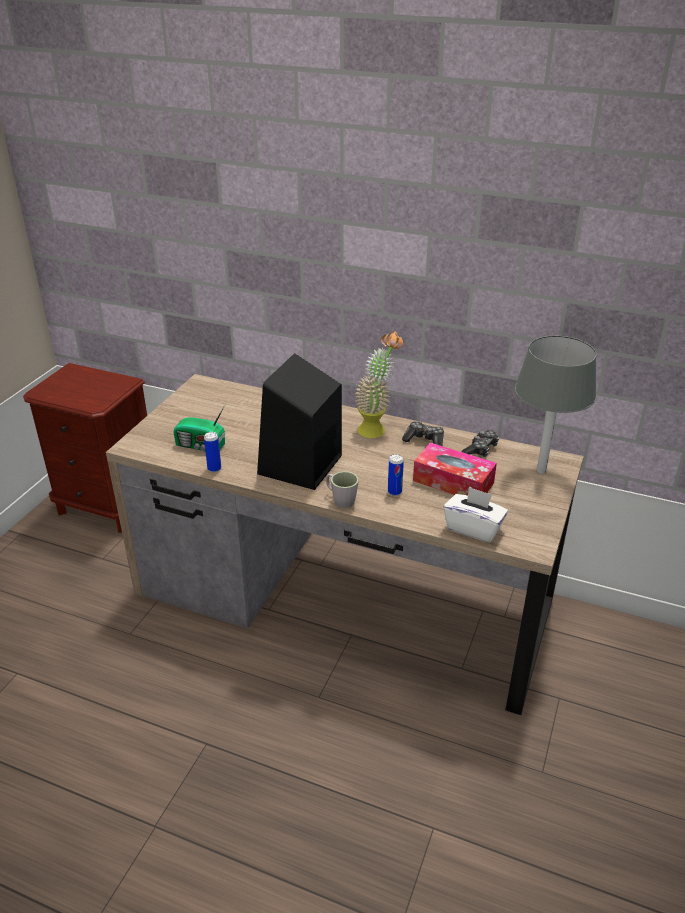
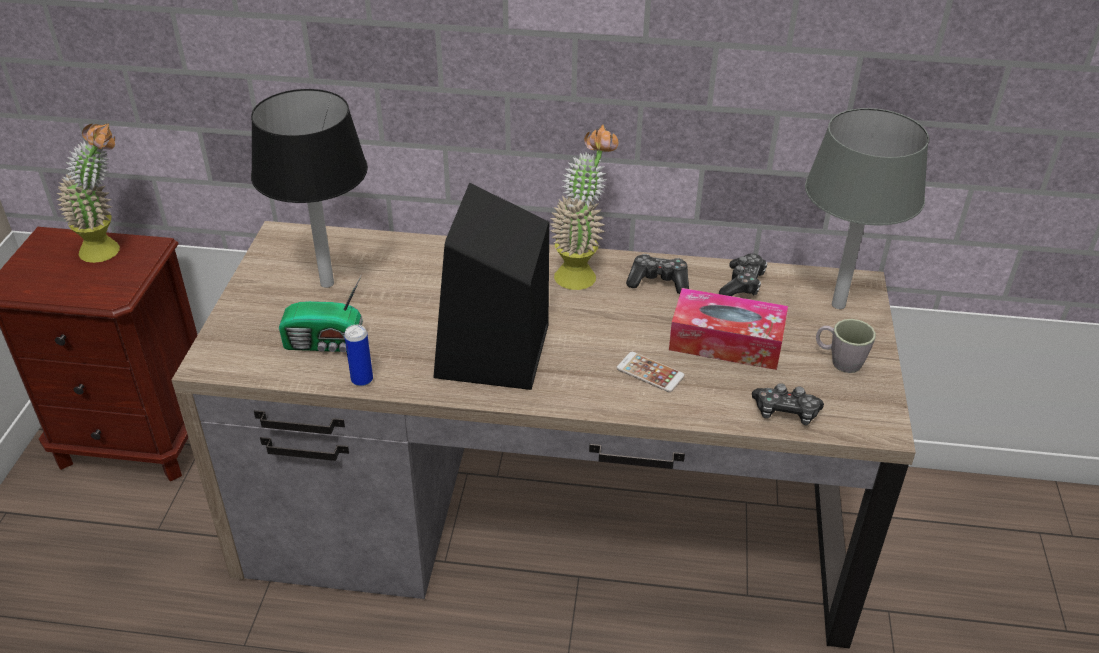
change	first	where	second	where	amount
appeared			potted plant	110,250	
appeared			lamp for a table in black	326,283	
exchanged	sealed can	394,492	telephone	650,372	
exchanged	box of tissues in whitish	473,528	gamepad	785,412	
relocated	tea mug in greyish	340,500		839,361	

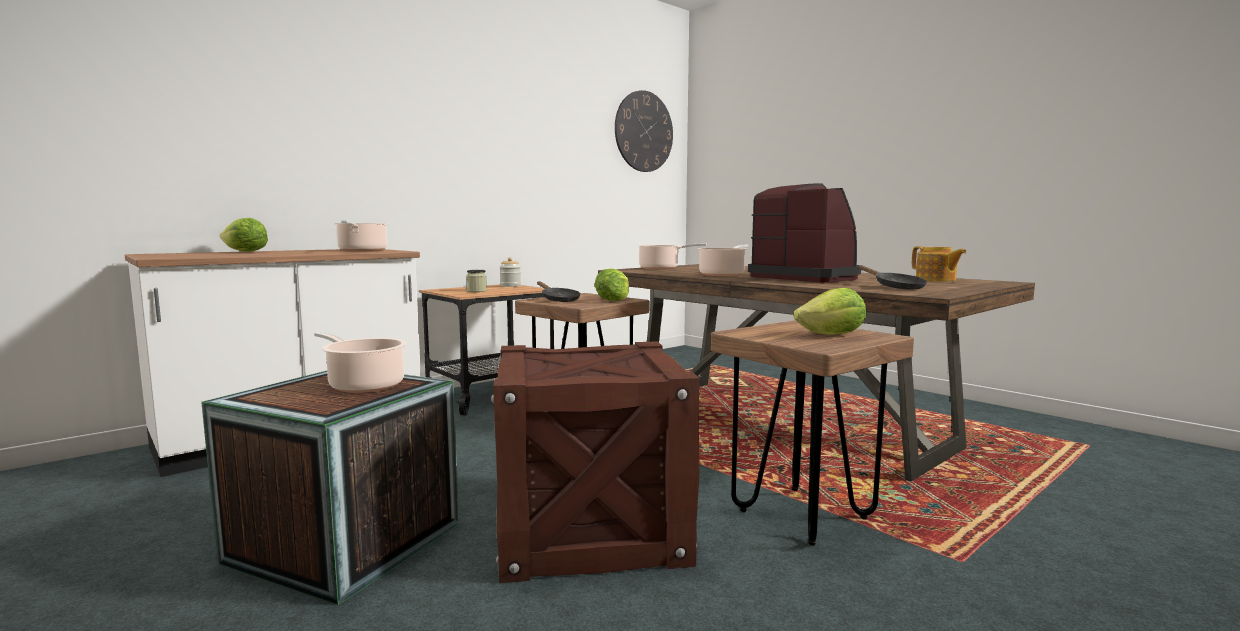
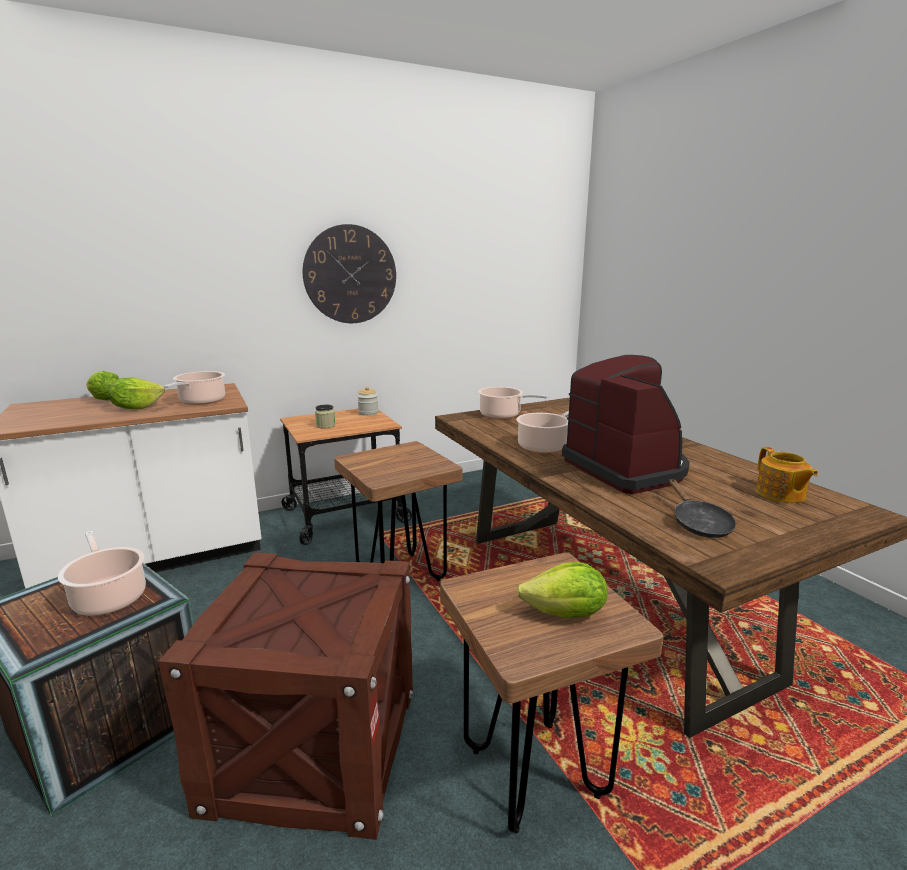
change	first	where	second	where	amount
relocated	lettuce	613,300		137,408	
relocated	wall clock	644,131		350,274	
missing	pan in black	558,300			

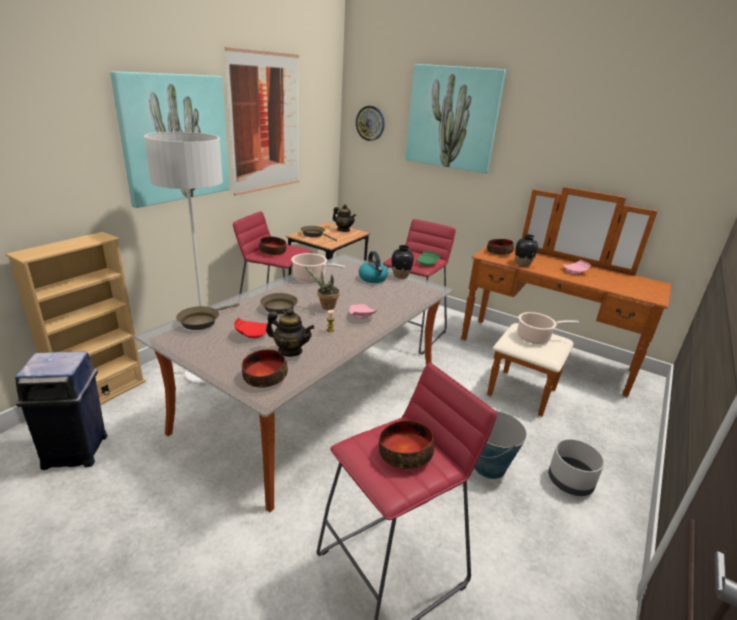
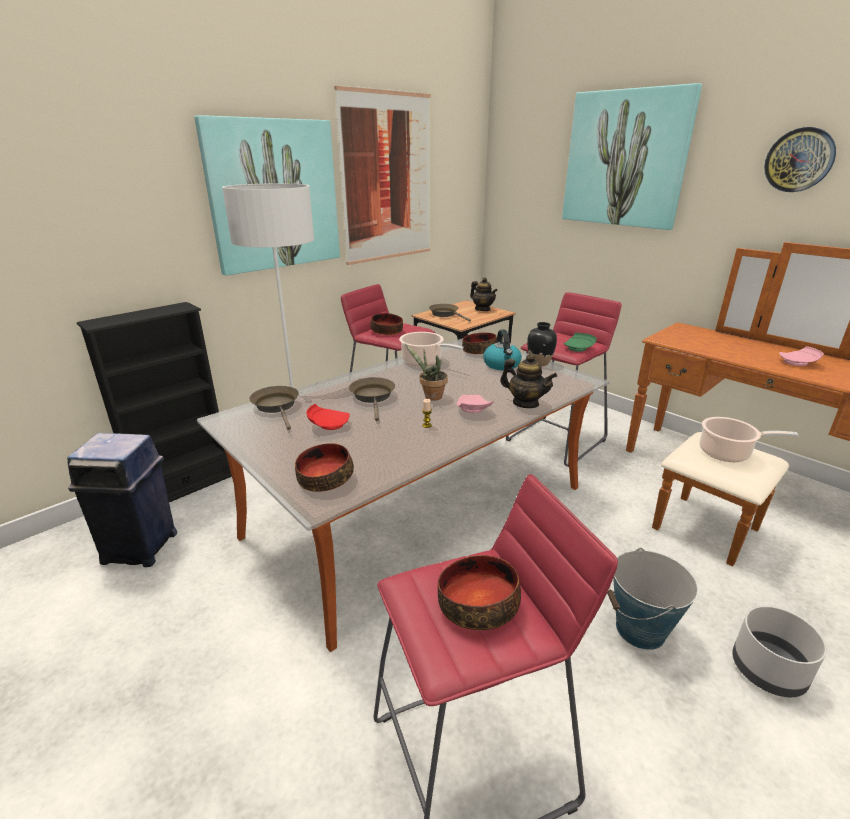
change	first	where	second	where	amount
colour	shelving unit in beige-coloured	101,395	shelving unit in black	184,487	
spun	pan in brownish	202,321		277,406	105 degrees clockwise
relocated	serving bowl	499,252		479,350	
relocated	teapot	290,351		525,403	
relocated	wall clock	370,123		799,160	
missing	flower vase in black	522,264			

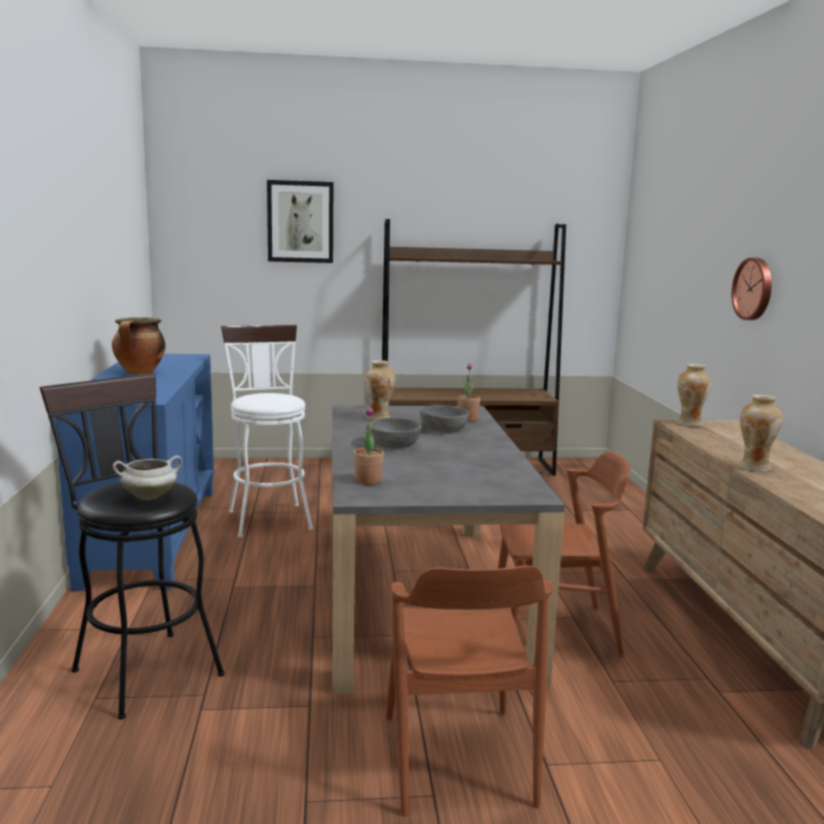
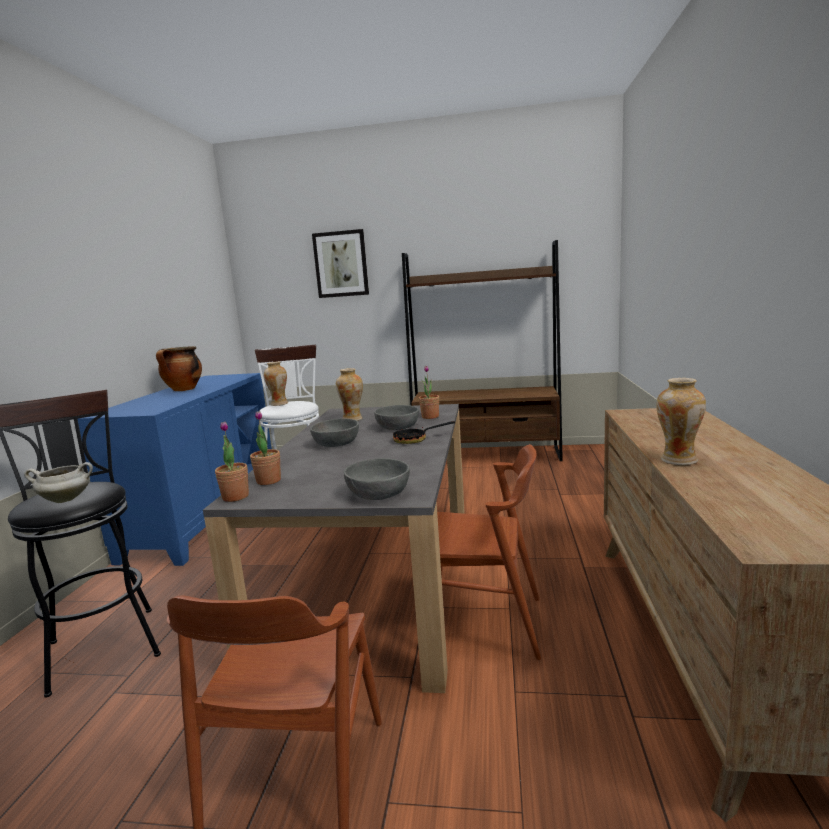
change	first	where	second	where	amount
appeared			potted plant	235,497	
relocated	flower vase	689,424		279,404	
appeared			serving bowl in greyish	379,493	
appeared			pan	415,440	
missing	wall clock	754,289			

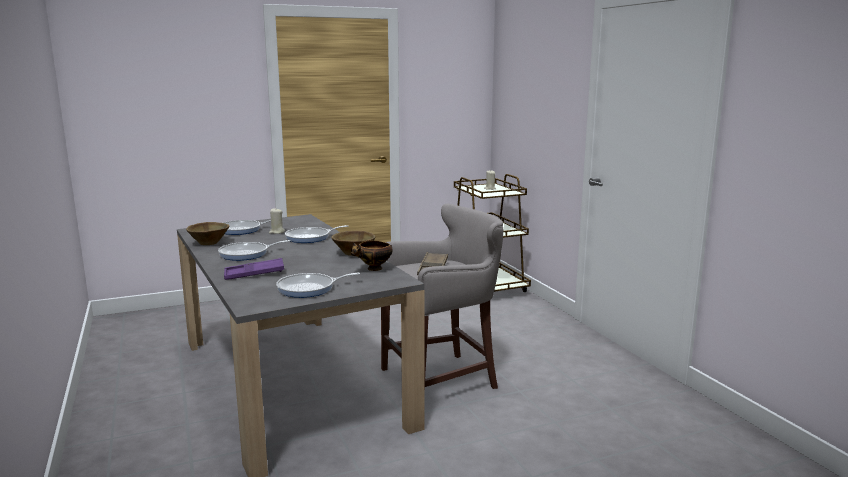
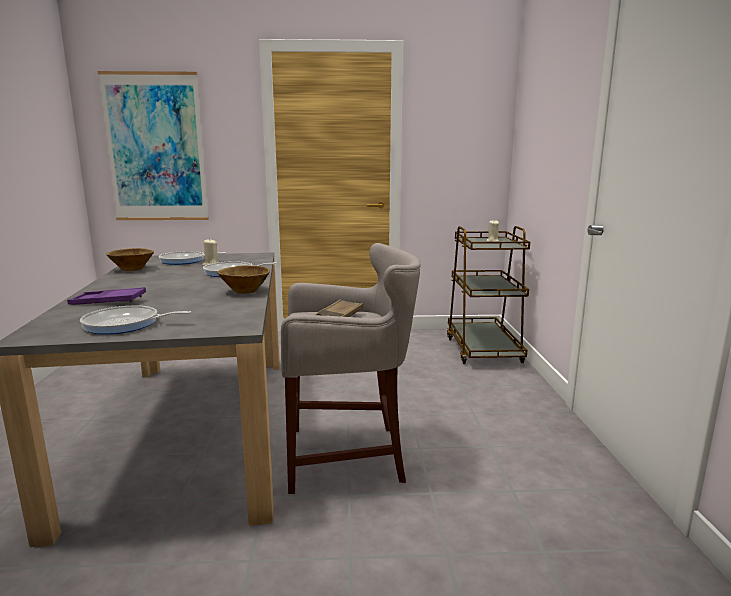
change	first	where	second	where	amount
appeared			wall picture	156,148	
missing	pan	247,254			
missing	serving bowl	373,269			

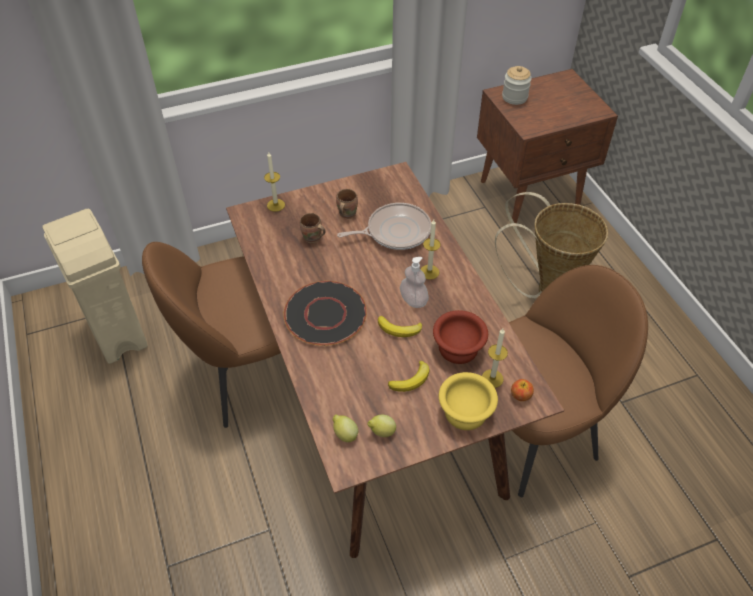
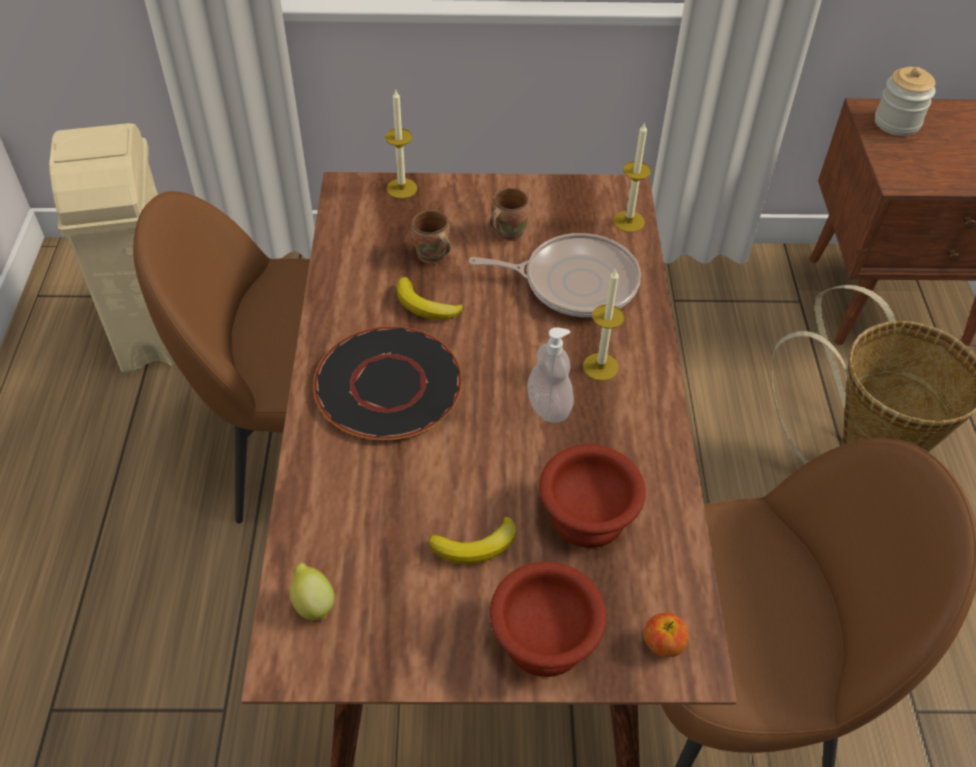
change	first	where	second	where	amount
relocated	banana fruit	399,329		426,305	
colour	serving bowl in yellow-coloured	465,410	serving bowl in brownish	545,635	
relocated	candle	492,378		628,221	
missing	whole lemon	381,432			

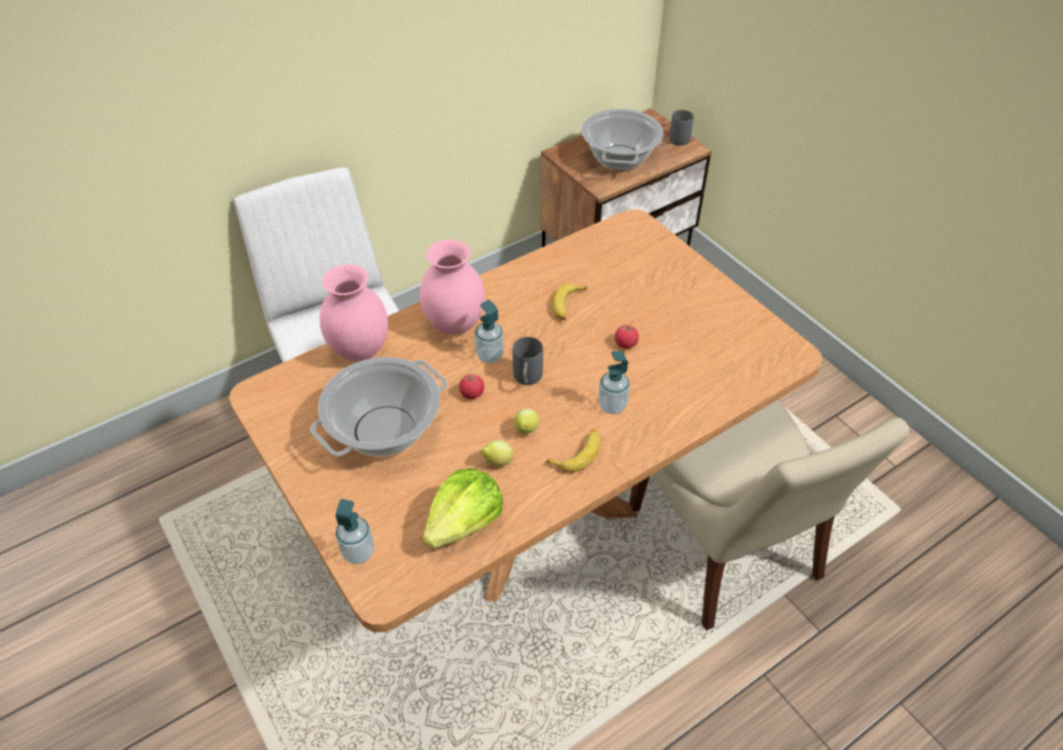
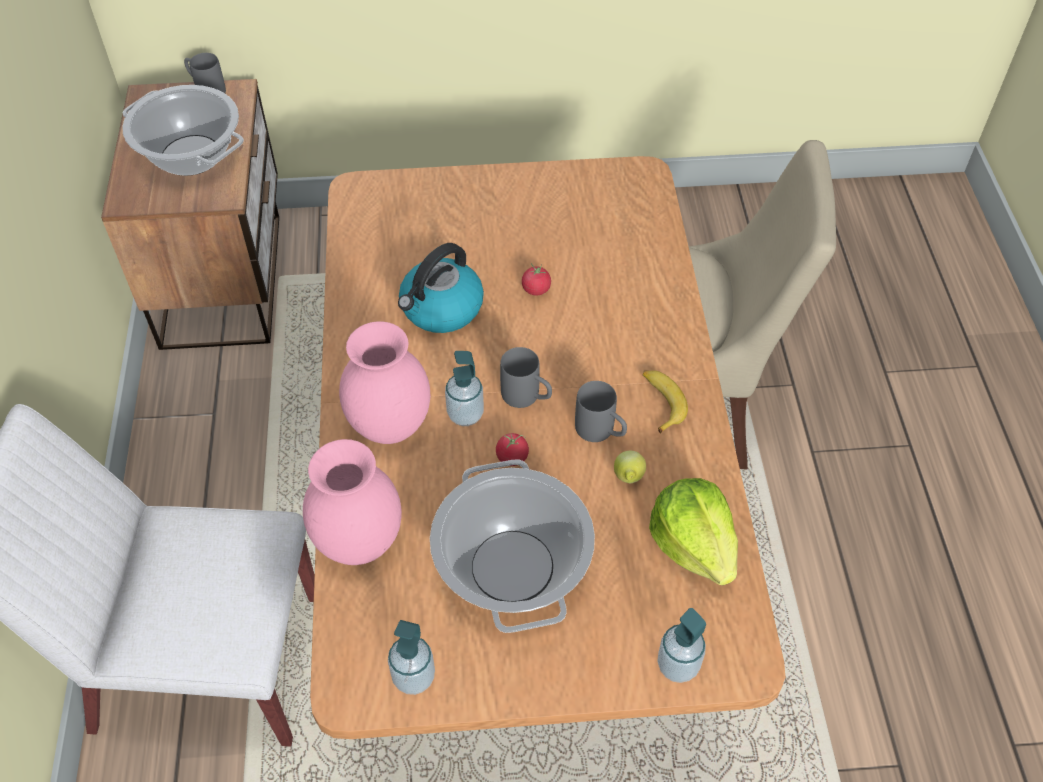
change	first	where	second	where	amount
relocated	soap dispenser	612,405		414,677	
exchanged	banana fruit	567,305	water kettle	441,309	
exchanged	whole lemon	526,431	tea mug in greyish	601,432	

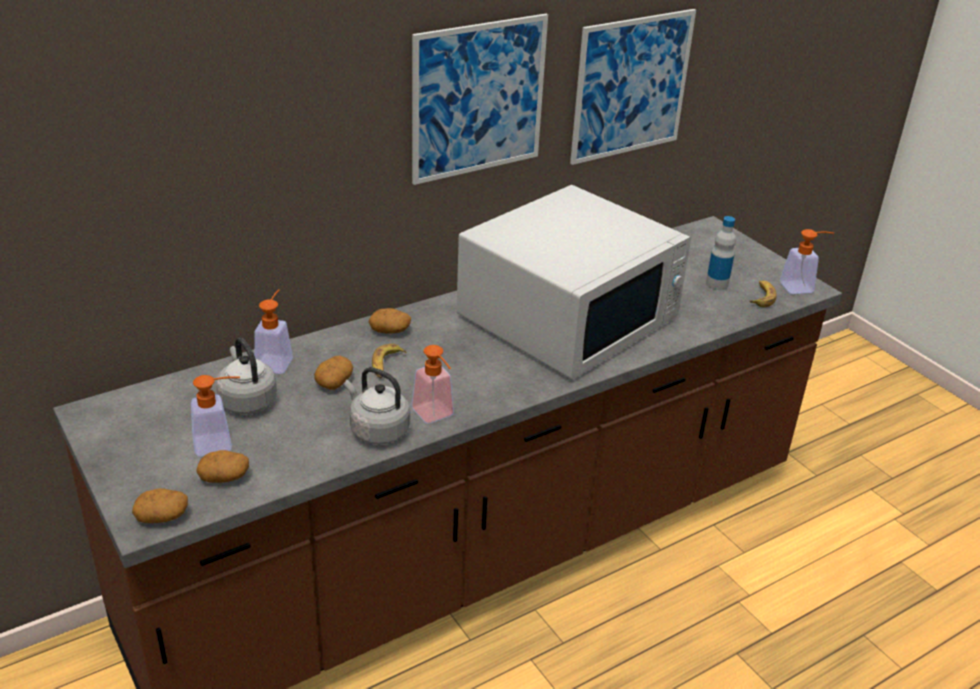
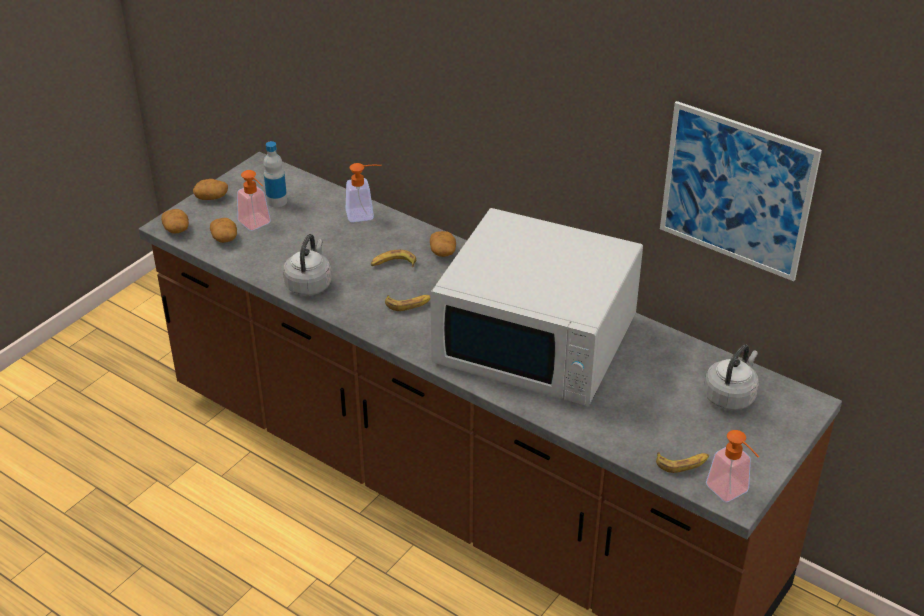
change	first	where	second	where	amount
relocated	spud	334,382		212,197	
relocated	bottle	717,284		277,201	
appeared			banana fruit	409,304	
relocated	water kettle in greyish	247,400		730,396	
missing	soap dispenser	436,416			
missing	wall picture	478,99			

